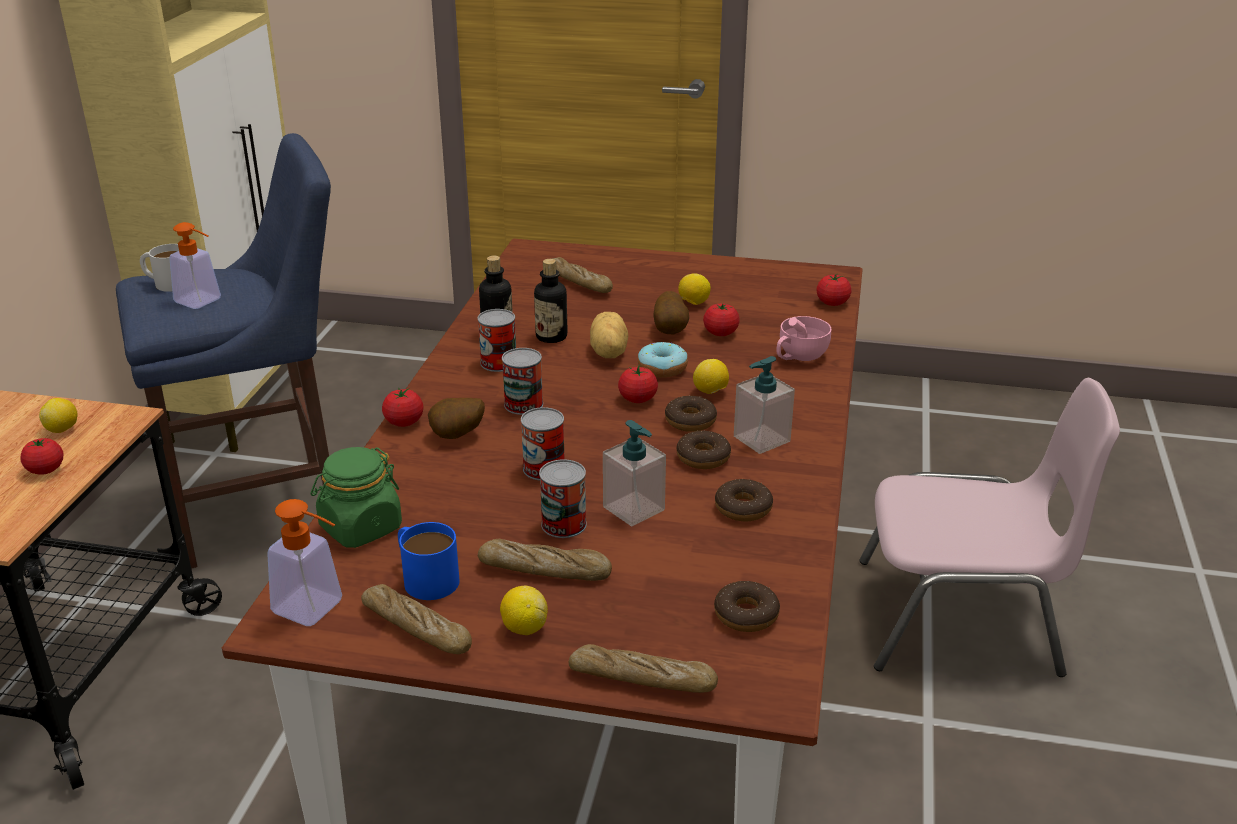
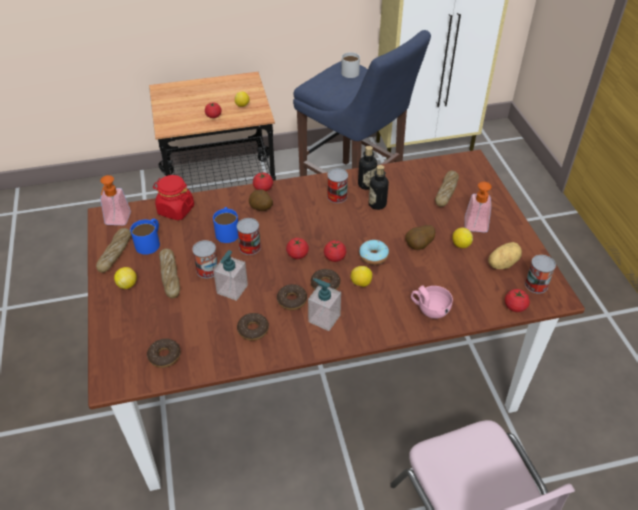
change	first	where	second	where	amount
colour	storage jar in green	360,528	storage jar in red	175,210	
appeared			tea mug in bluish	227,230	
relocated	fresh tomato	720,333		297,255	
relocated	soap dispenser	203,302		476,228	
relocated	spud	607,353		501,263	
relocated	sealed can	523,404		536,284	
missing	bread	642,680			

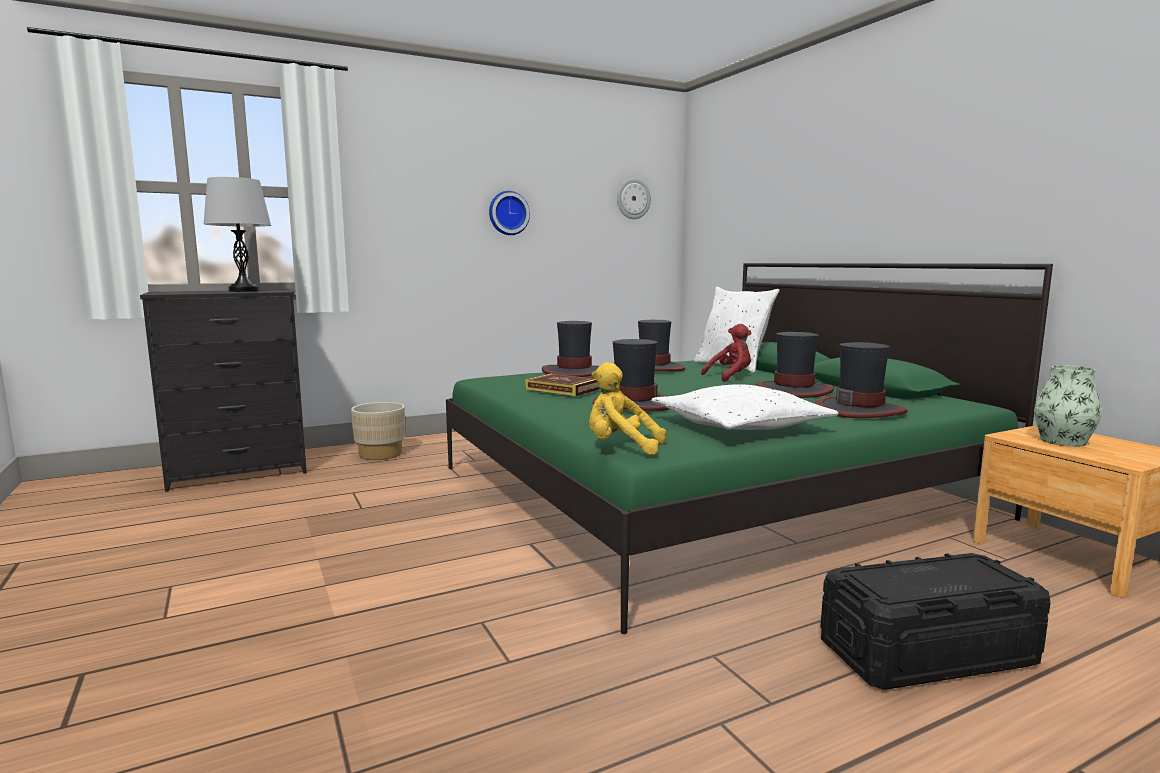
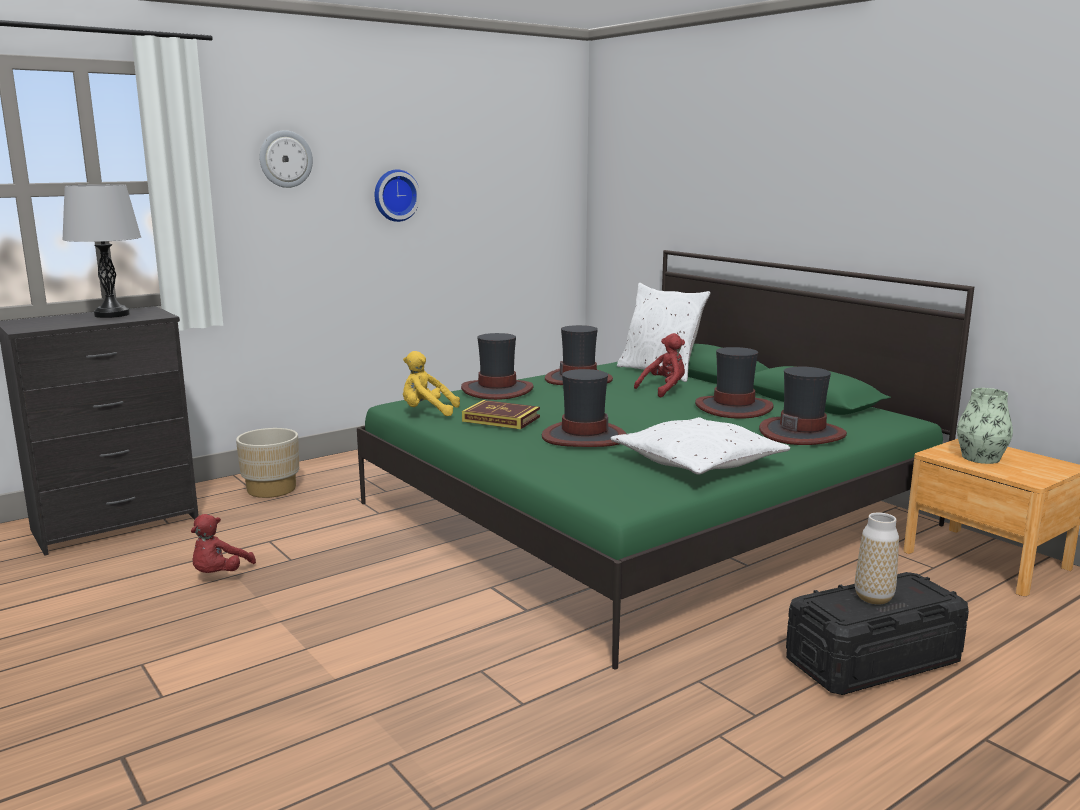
change	first	where	second	where	amount
appeared			plush toy in red	219,574	
relocated	wall clock	633,199		285,159	
relocated	plush toy in yellow-coloured	621,447		427,412	
appeared			flower vase	873,598	

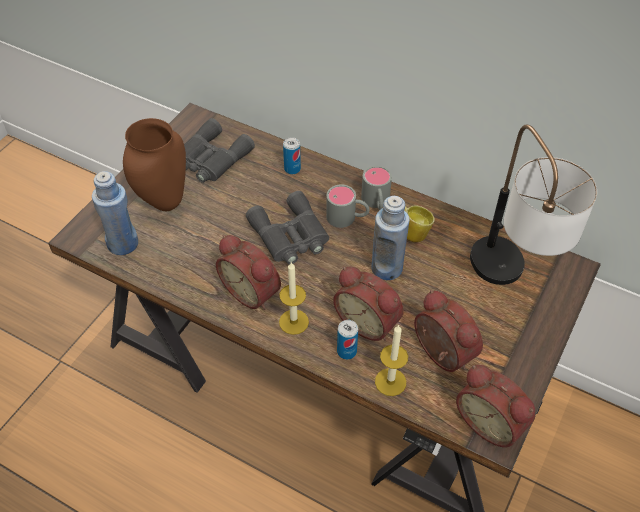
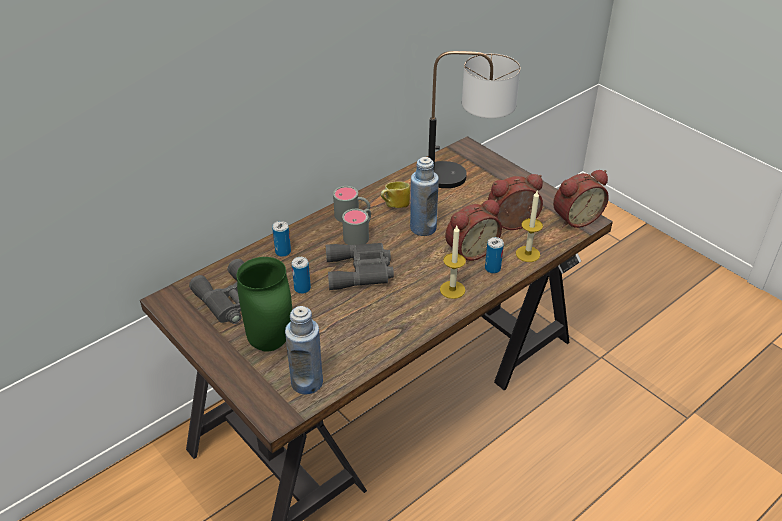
change	first	where	second	where	amount
colour	flower vase in brownish	165,203	flower vase in green	272,343	
appeared			sealed can	302,288	
missing	bedside clock	253,291			

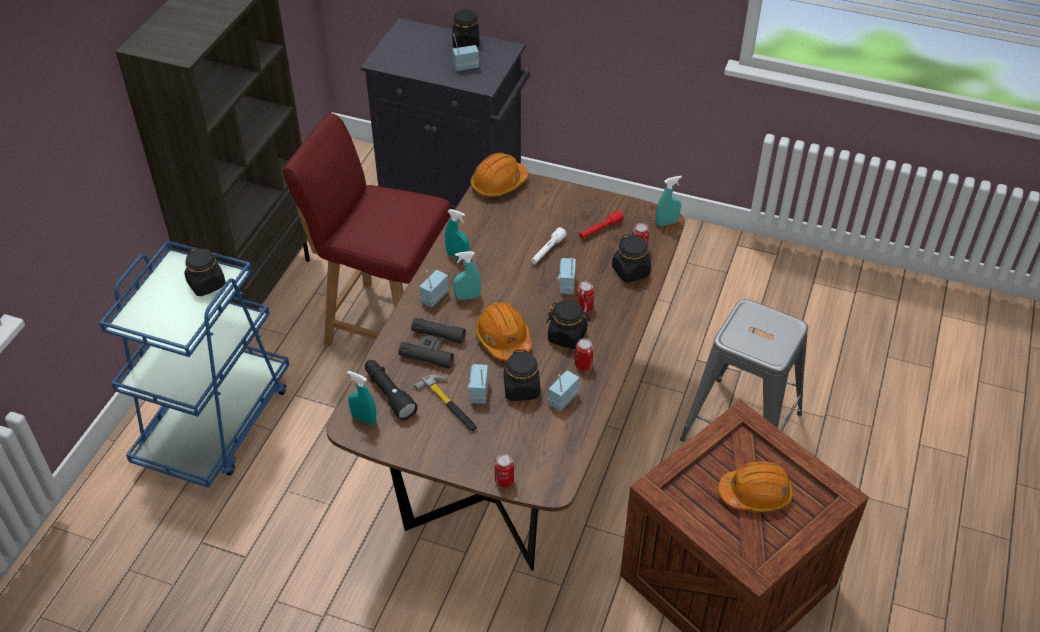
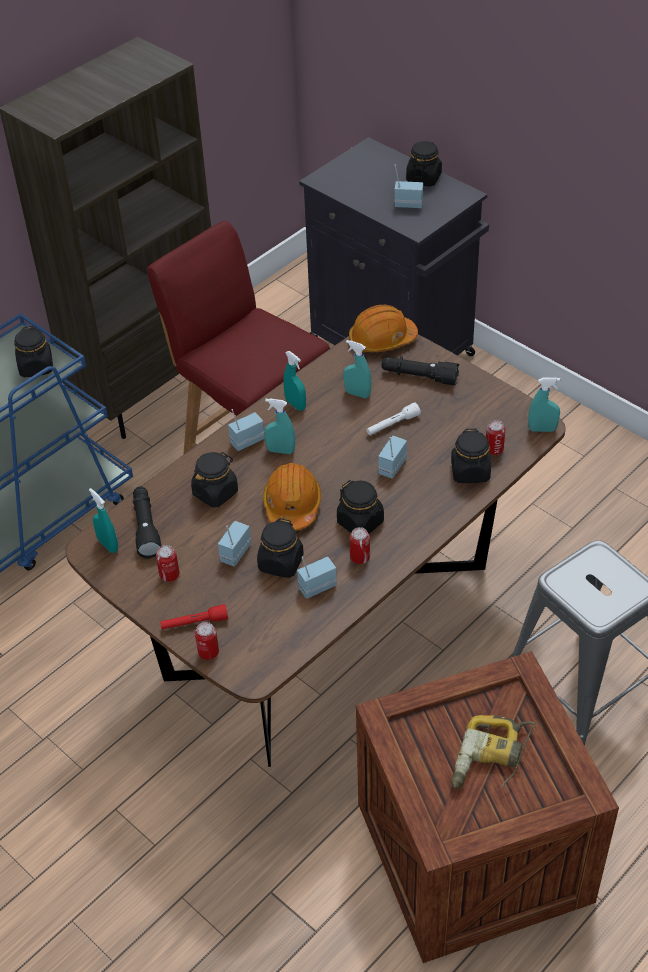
change	first	where	second	where	amount
relocated	sealed can	584,307		169,575	
relocated	hand torch in red	600,230		194,623	
exchanged	field glasses in black	432,347	storage jar in black	215,492	
appeared			sprayer in turquoise	357,394	
appeared			hand torch in black	419,377	
exchanged	hard hat in orangey	755,494	electric drill	491,760	
missing	hammer	449,405			

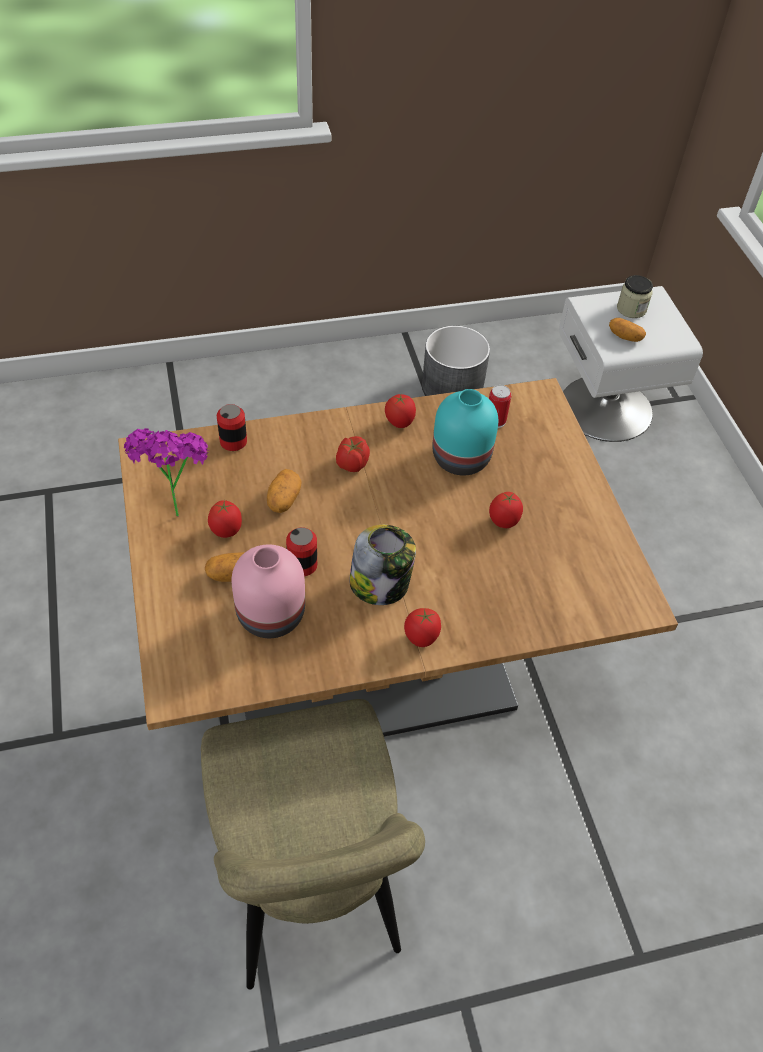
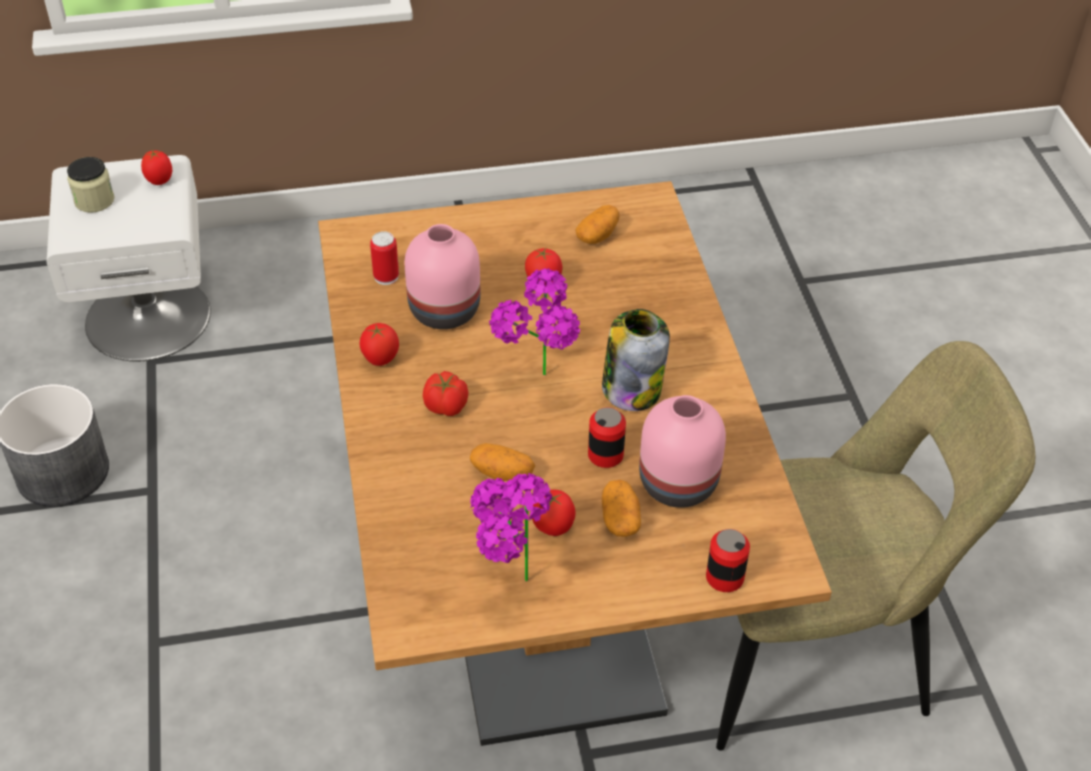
change	first	where	second	where	amount
relocated	fresh tomato	421,639		160,181	
colour	flower vase in turquoise	461,459	flower vase in pinkish	446,310	
appeared			potted plant	538,386	
relocated	spud	625,337		597,235	
relocated	sealed can	233,442		724,577	

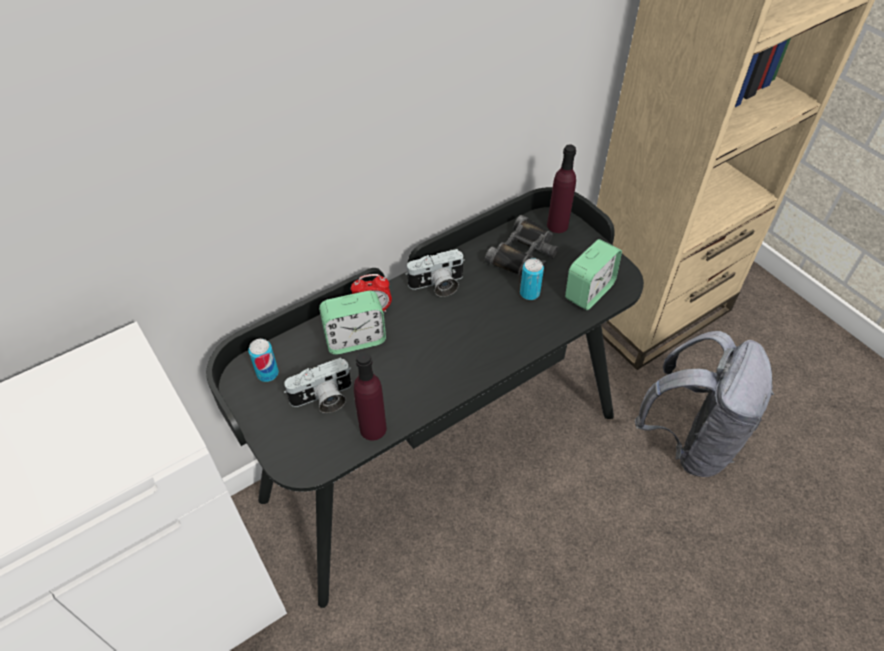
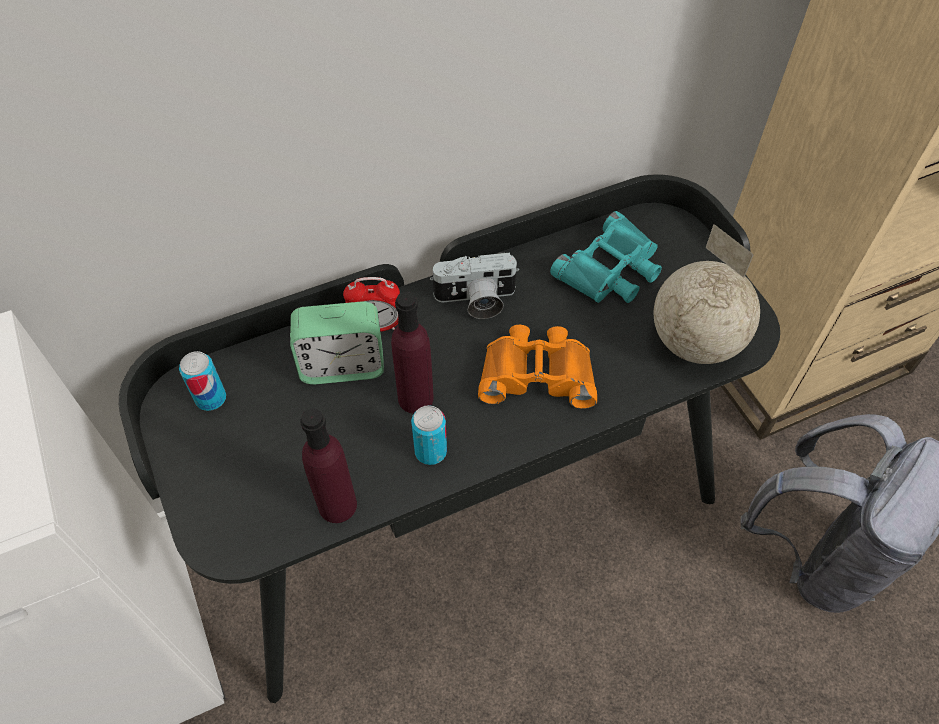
change	first	where	second	where	amount
relocated	bottle in purplish	557,225		415,398	
relocated	sealed can	529,293		430,451	
appeared			field glasses in orangey	537,373	
colour	field glasses in black	524,253	field glasses in turquoise	611,269	
exchanged	bedside clock	589,292	world globe	694,341	
missing	photo camera	323,399			

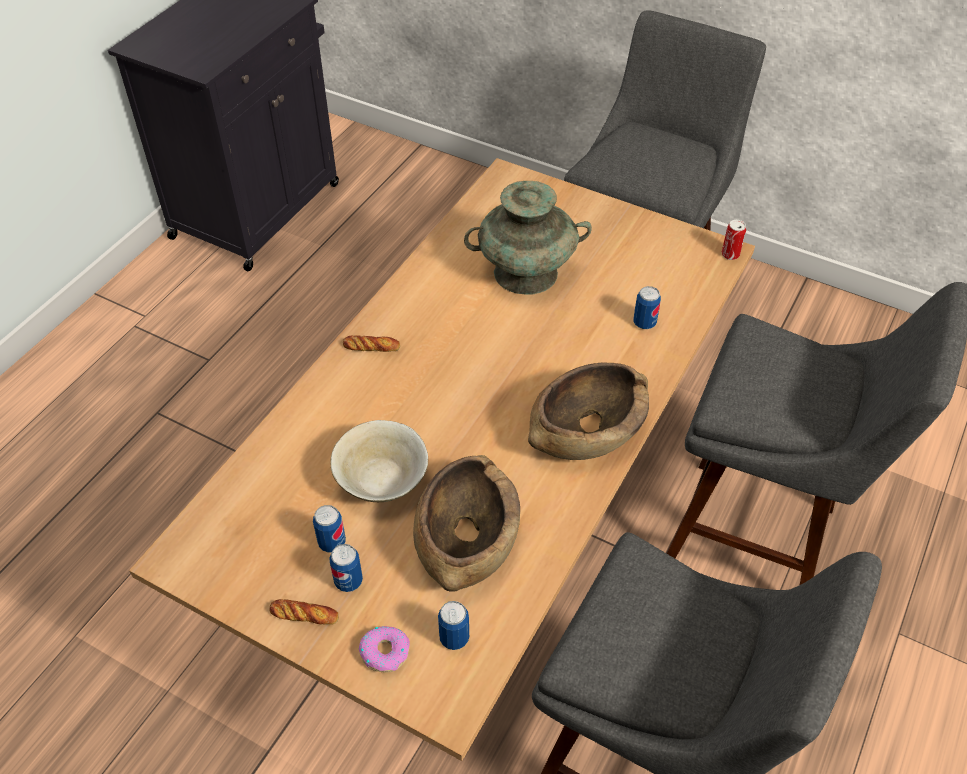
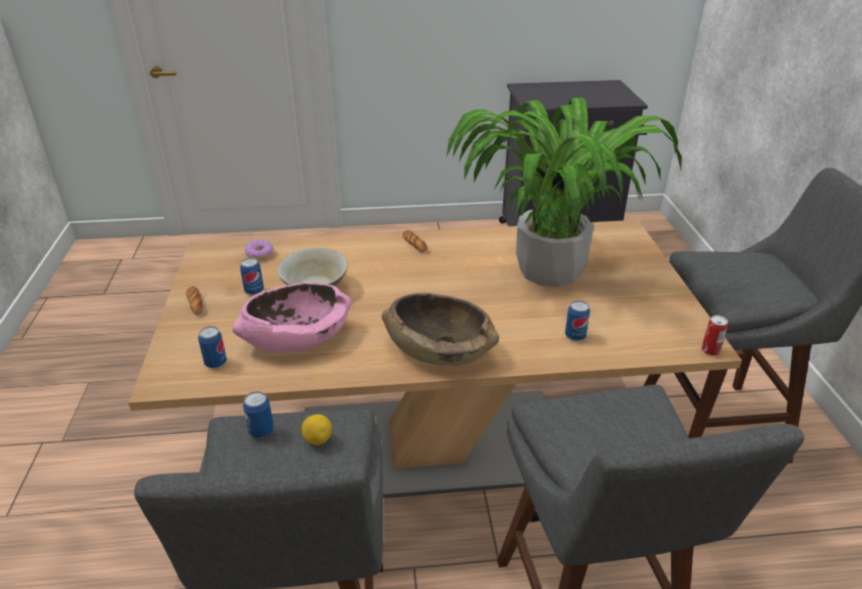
change	first	where	second	where	amount
colour	serving bowl in brownish	466,540	serving bowl in pinkish	297,337	
relocated	sealed can	348,581		261,431	
relocated	donut	385,652		260,254	
appeared			whole lemon	318,439	
exchanged	flower vase in turquoise	526,273	potted plant	551,270	

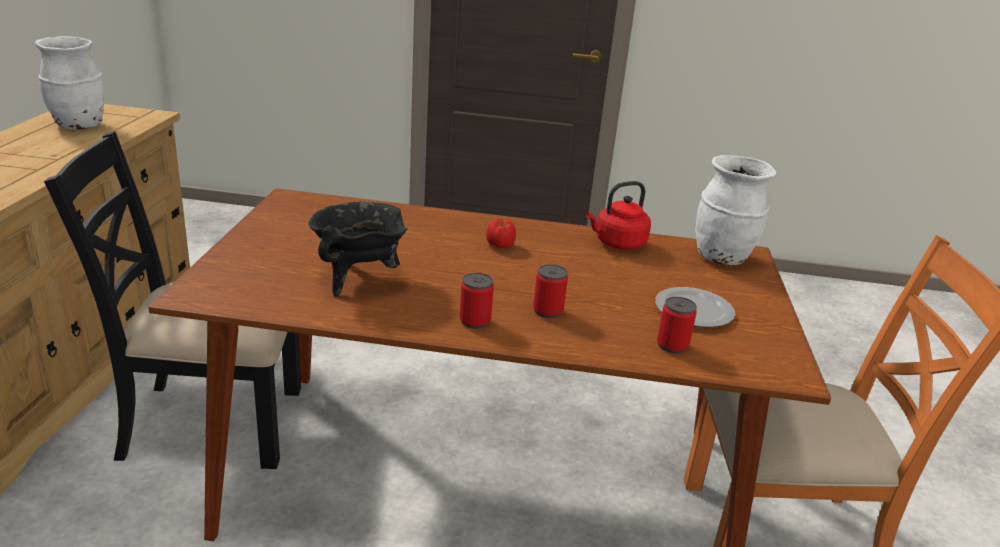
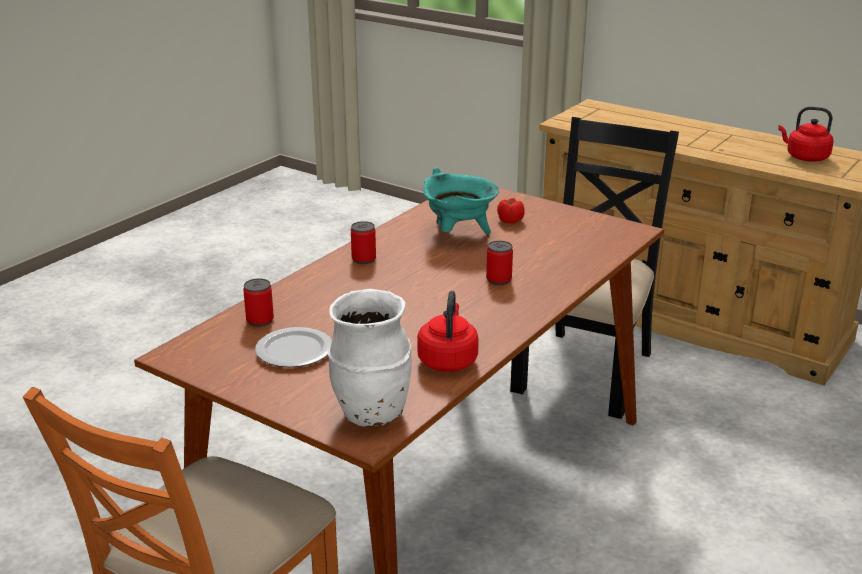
change	first	where	second	where	amount
colour	saucepot in black	358,278	saucepot in turquoise	458,234	
relocated	sealed can	548,311		498,280	
relocated	fresh tomato	500,245		509,220	
exchanged	flower vase in whitish	79,126	water kettle in red	804,157	

